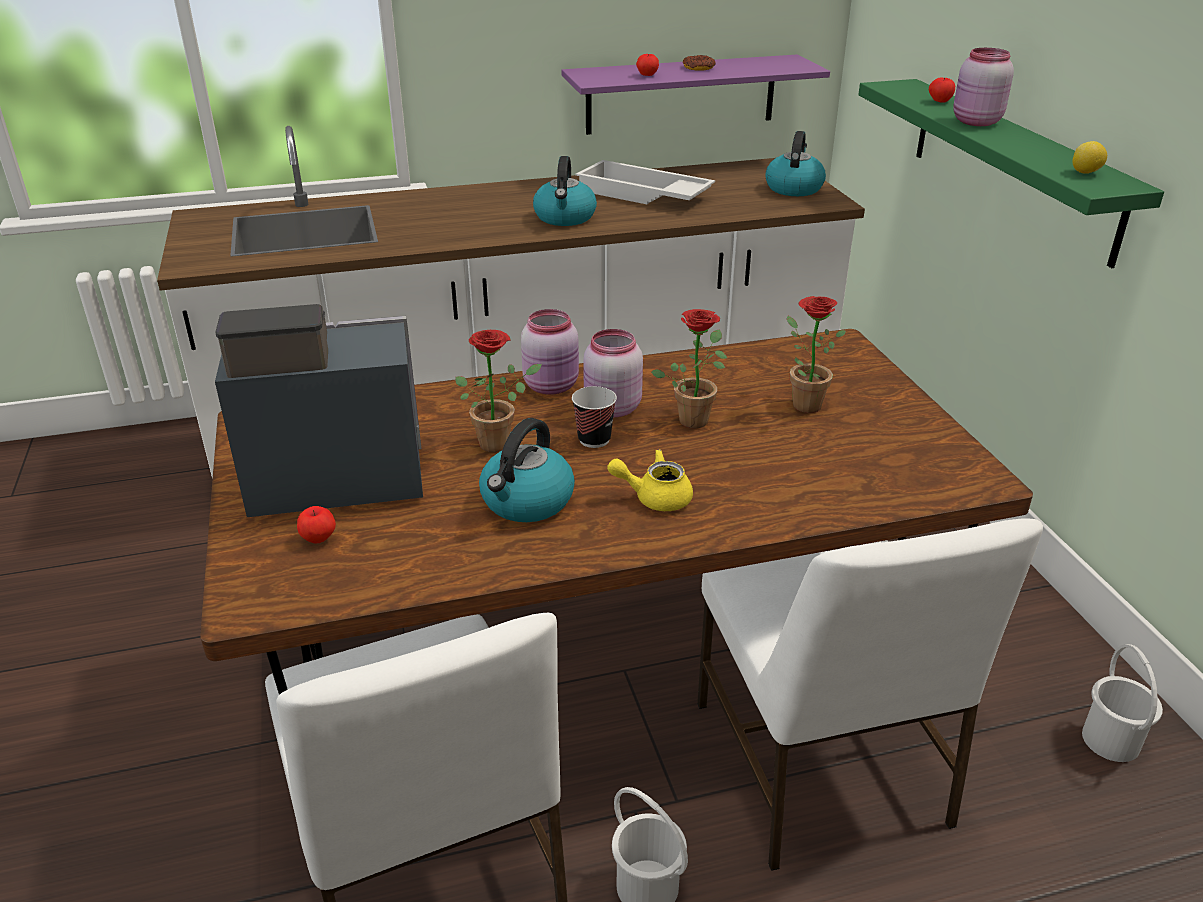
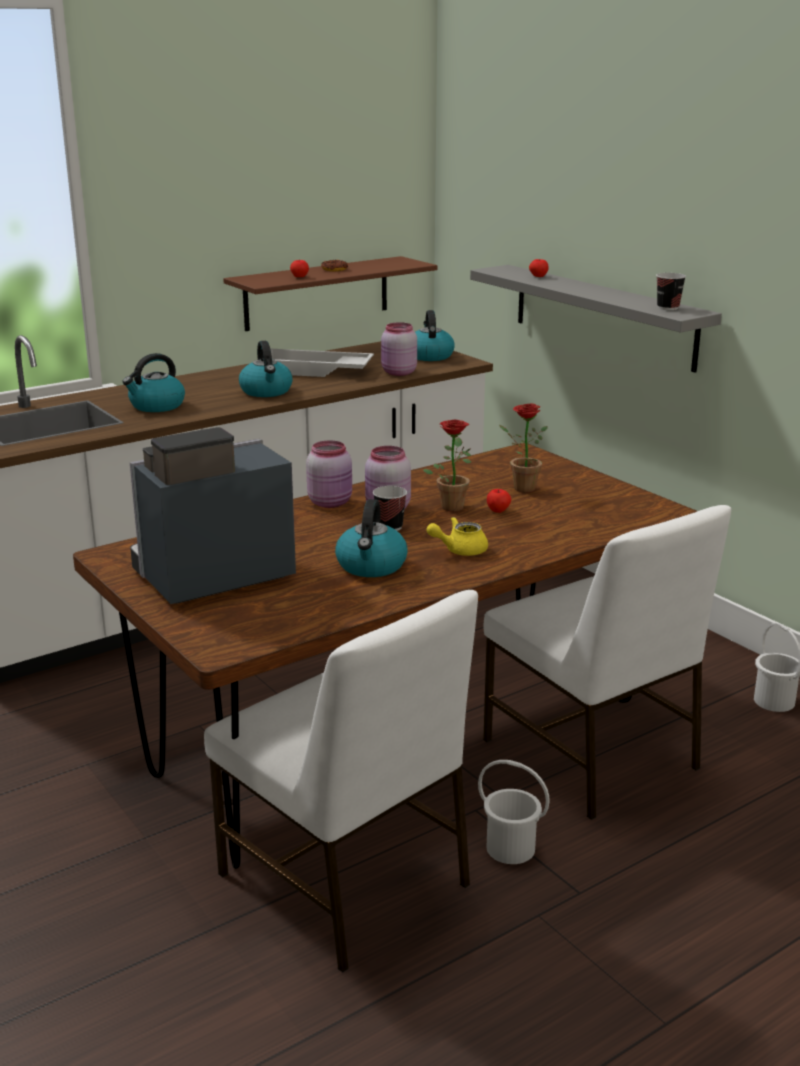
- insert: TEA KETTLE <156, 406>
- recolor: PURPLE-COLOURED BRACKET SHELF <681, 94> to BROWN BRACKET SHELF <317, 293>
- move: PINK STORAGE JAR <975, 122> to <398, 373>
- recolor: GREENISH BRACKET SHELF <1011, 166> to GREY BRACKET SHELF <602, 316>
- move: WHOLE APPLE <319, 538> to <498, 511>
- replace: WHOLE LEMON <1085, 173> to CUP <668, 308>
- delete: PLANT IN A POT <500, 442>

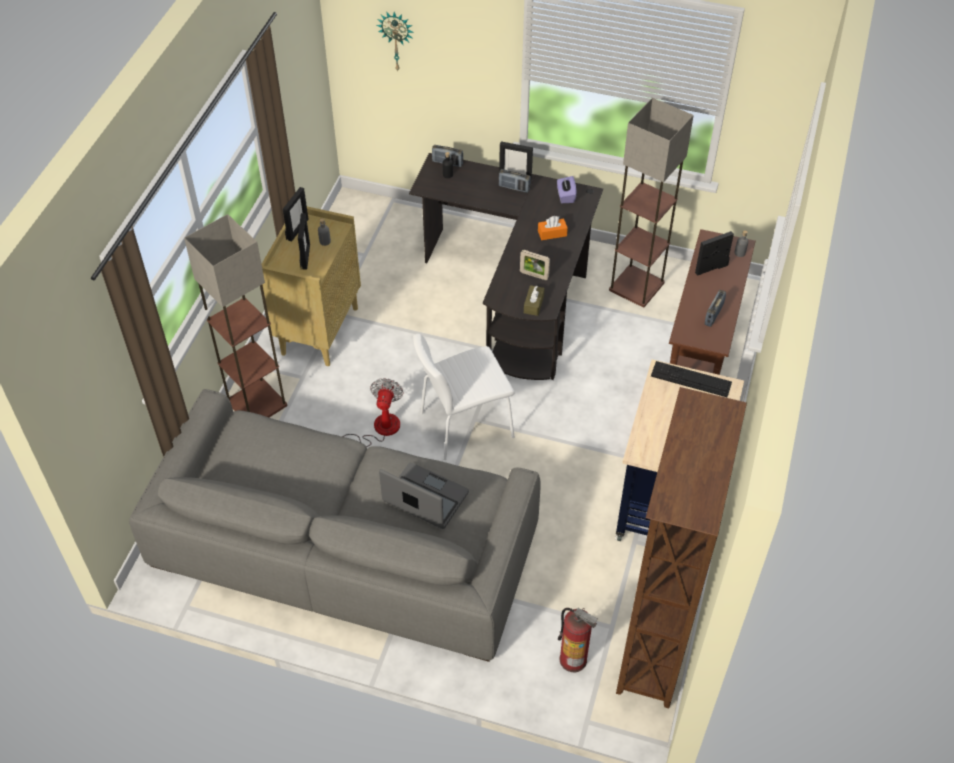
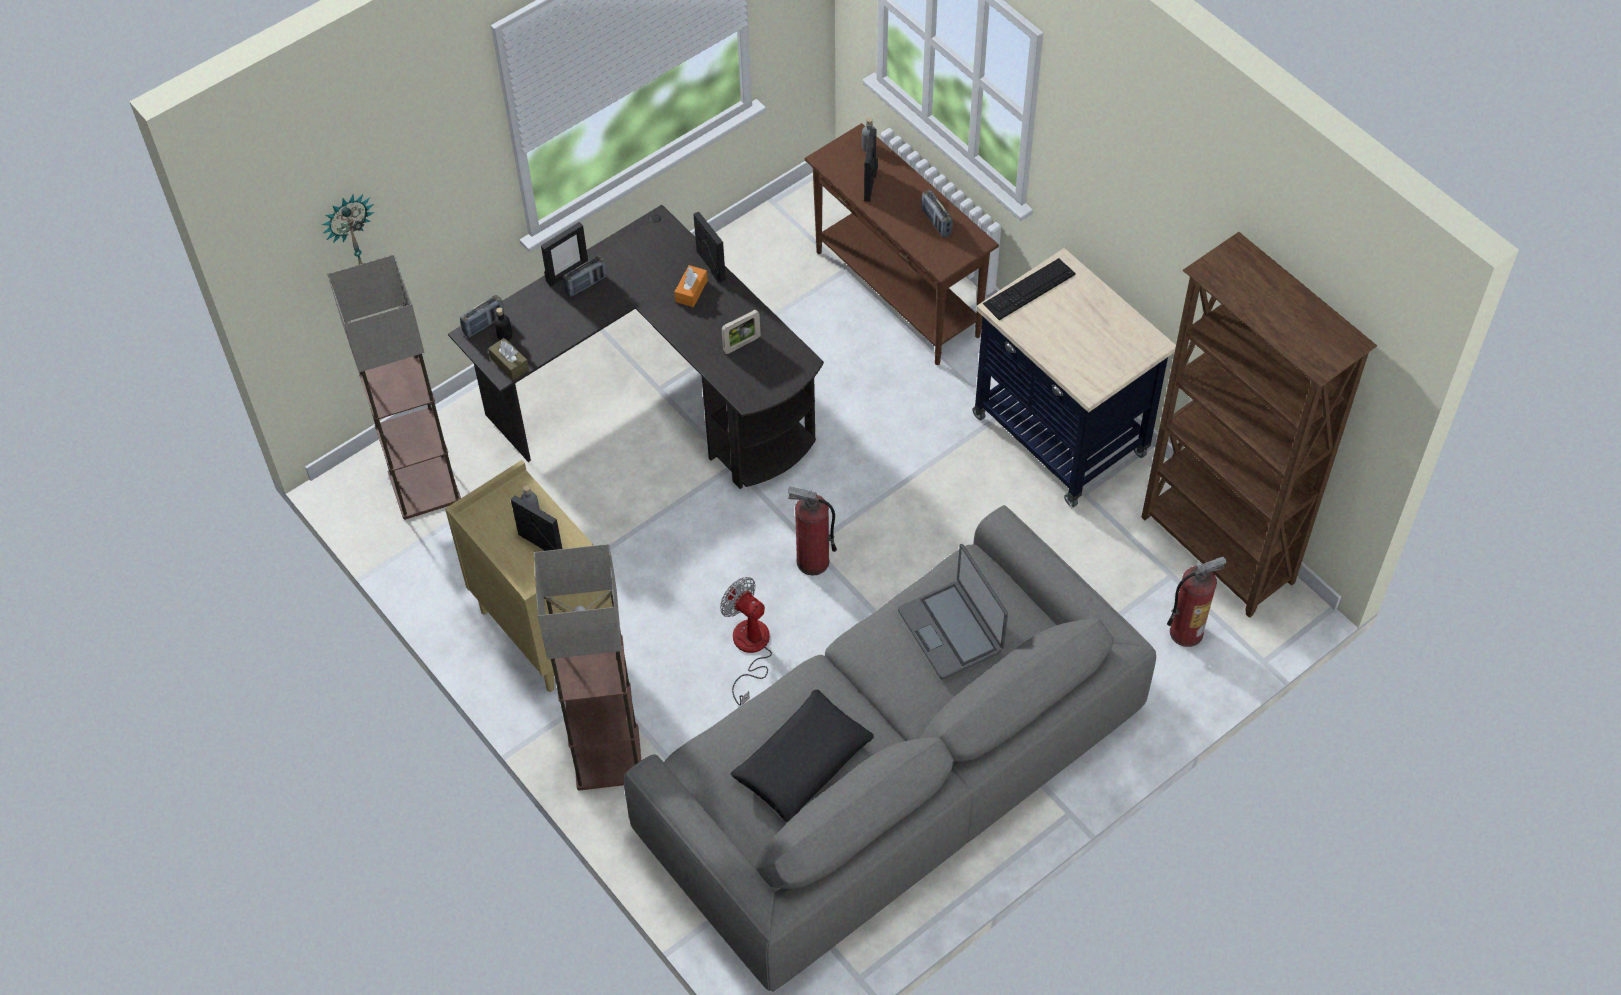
- move: STANDING LAMP <636, 285> to <423, 486>
- move: BROWN TISSUE HOLDER <533, 304> to <509, 364>
- move: STANDING FRAME <297, 229> to <710, 266>
- insert: BLACKISH THROW PILLOW <802, 762>
- replace: WHITE UPRIGHT CHAIR <463, 426> to FIRE EXTINGUISHER <812, 561>
- rotate: NOTEBOOK COMPUTER <425, 498> = <951, 630> 90 degrees counterclockwise
- delete: PURPLE-COLOURED TISSUE HOLDER <565, 196>

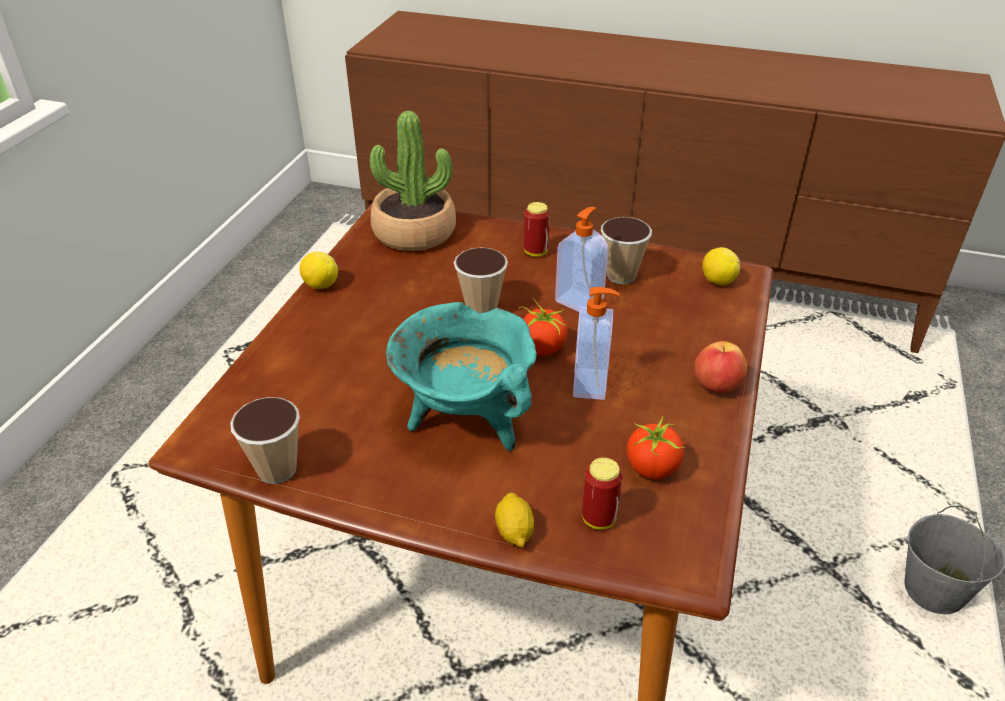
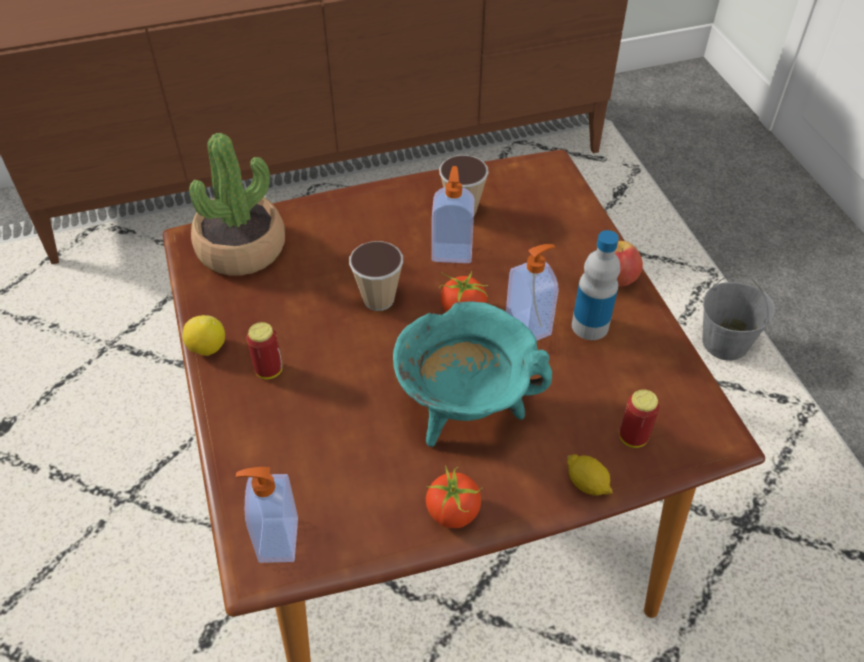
- insert: SOAP DISPENSER <276, 540>
- move: METAL CAN <536, 252> to <269, 370>
- move: FRESH TOMATO <652, 468> to <453, 513>
- insert: DRINK BOTTLE <590, 326>
- delete: CUP <277, 469>
- delete: WHOLE LEMON <717, 281>

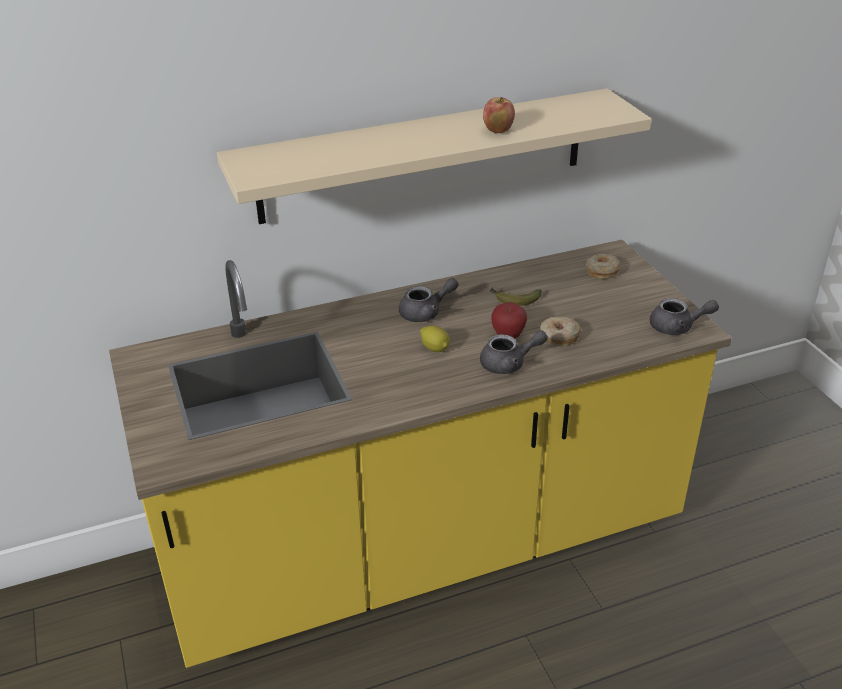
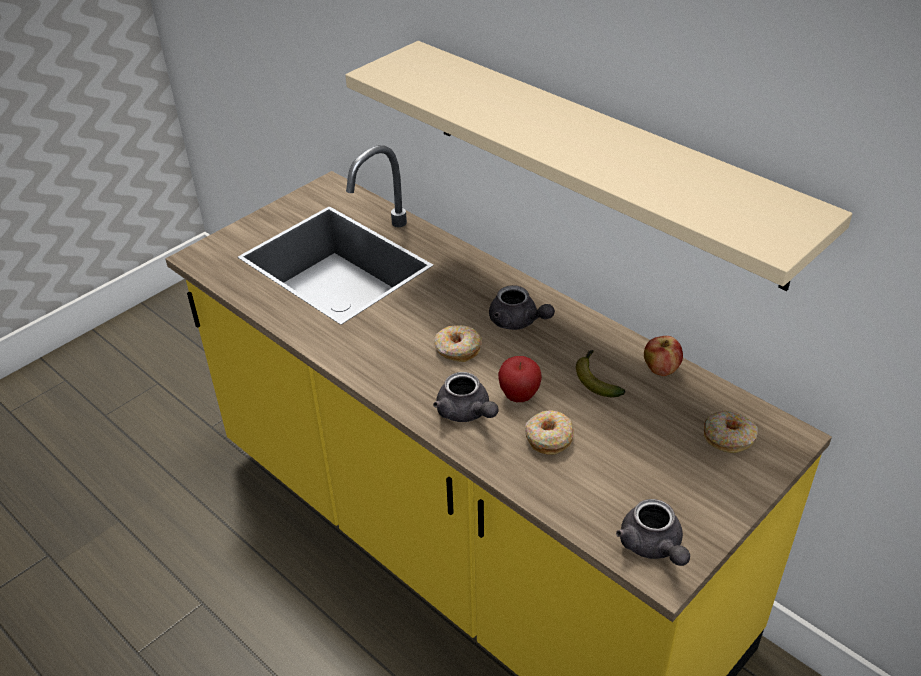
- replace: WHOLE LEMON <435, 348> to RING DOUGHNUT <457, 349>
- move: WHOLE APPLE <497, 131> to <661, 369>

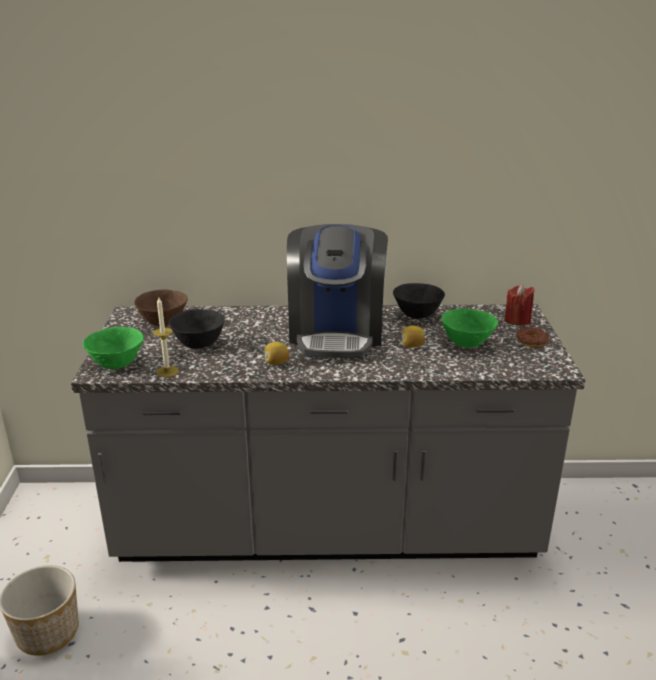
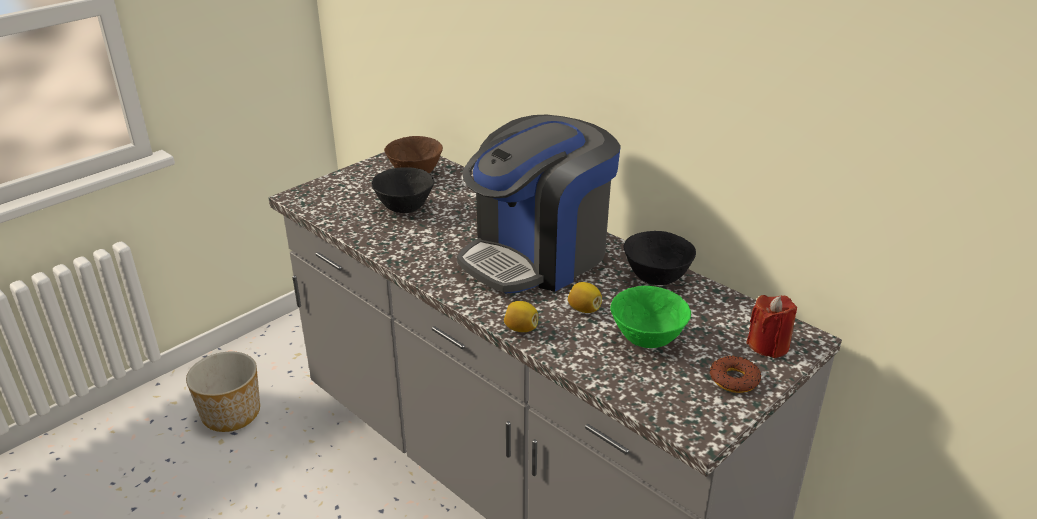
- move: WHOLE LEMON <276, 363> to <521, 328>
- delete: GREENISH DEEP DISH <117, 365>
- delete: CANDLE <167, 371>

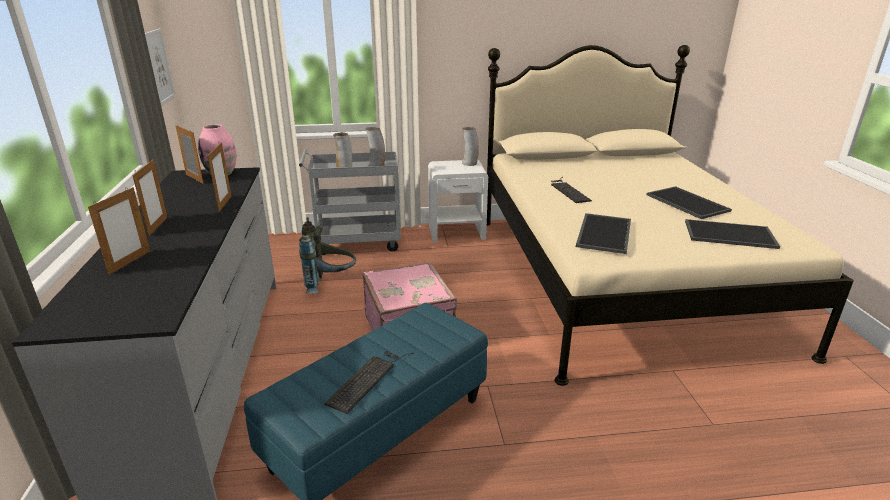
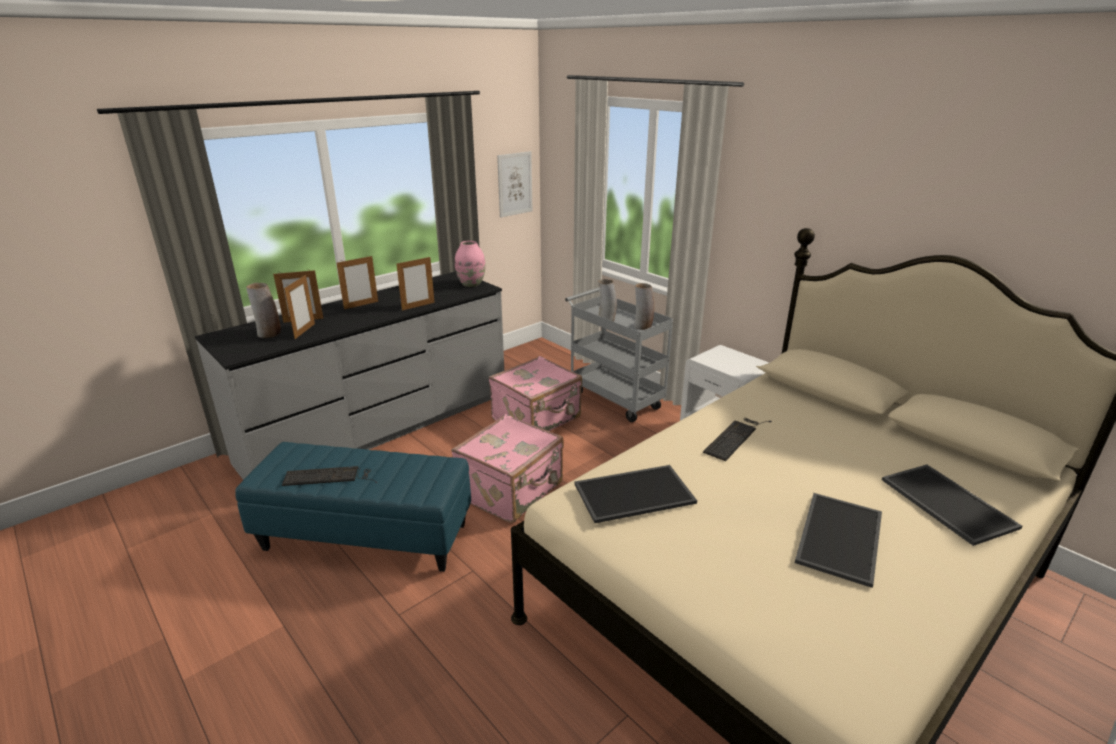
- move: VASE <470, 163> to <269, 334>
- move: STANDING FRAME <194, 179> to <304, 331>
- replace: GREY KNAPSACK <330, 284> to PINK SUITCASE <537, 419>
- move: TRAY <729, 235> to <945, 503>

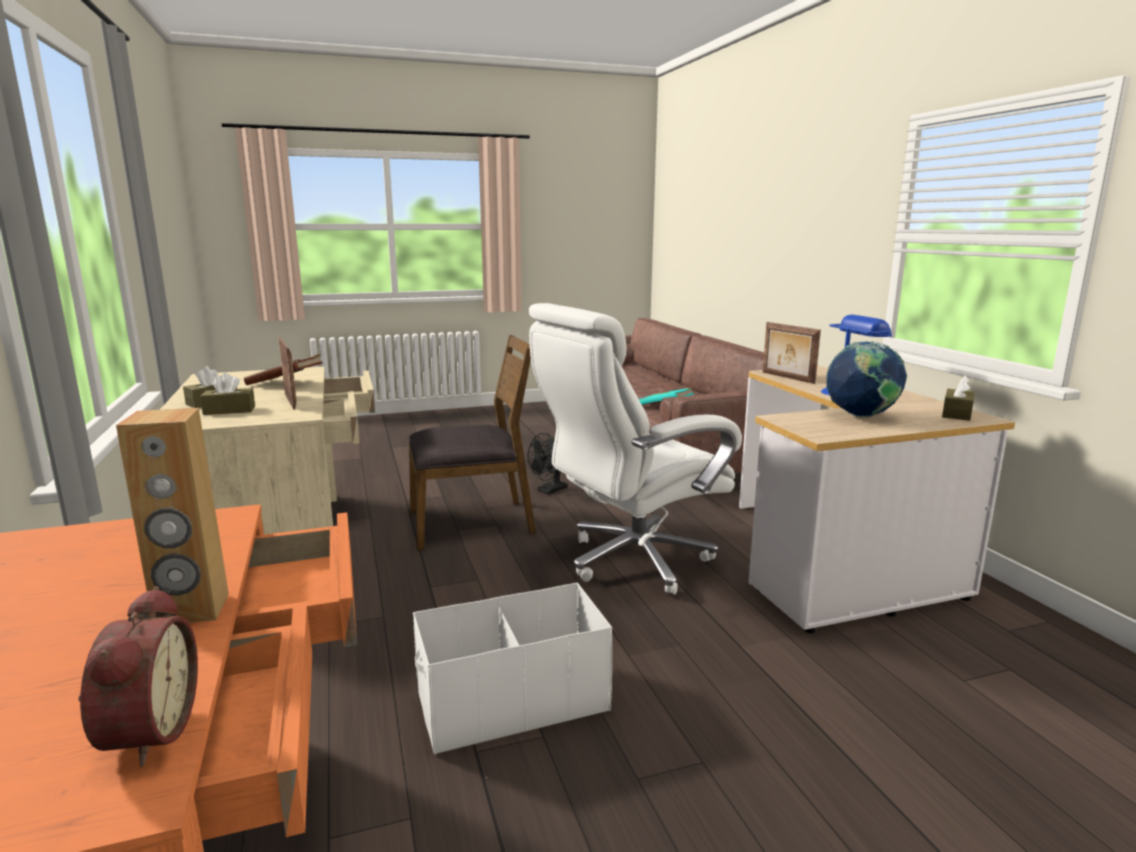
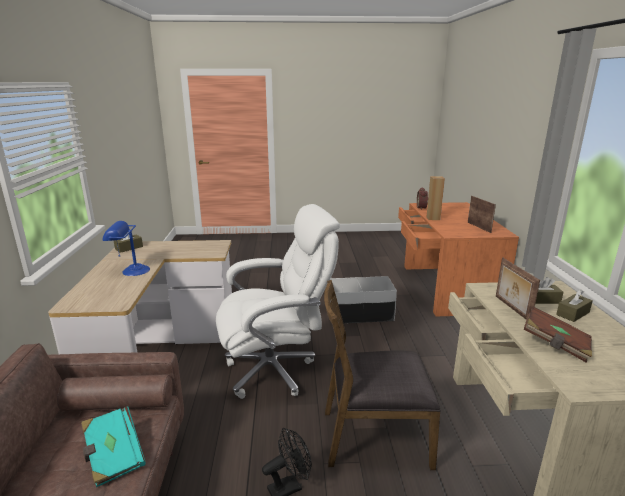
- move: STANDING FRAME <787, 378> to <479, 227>
- delete: DESK GLOBE <861, 416>

